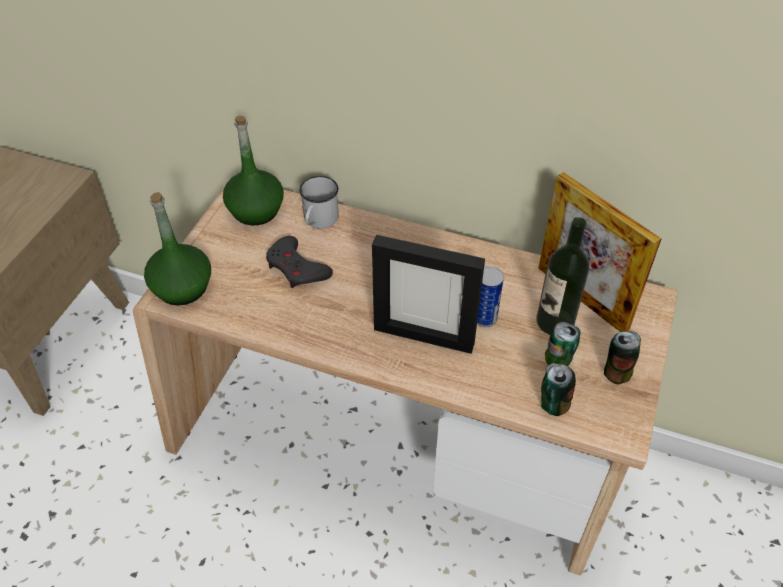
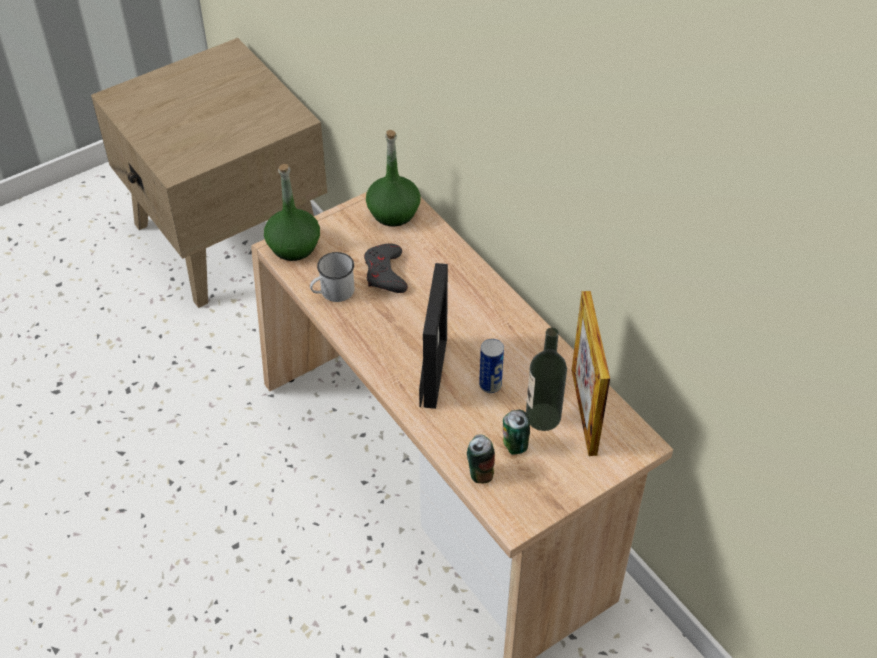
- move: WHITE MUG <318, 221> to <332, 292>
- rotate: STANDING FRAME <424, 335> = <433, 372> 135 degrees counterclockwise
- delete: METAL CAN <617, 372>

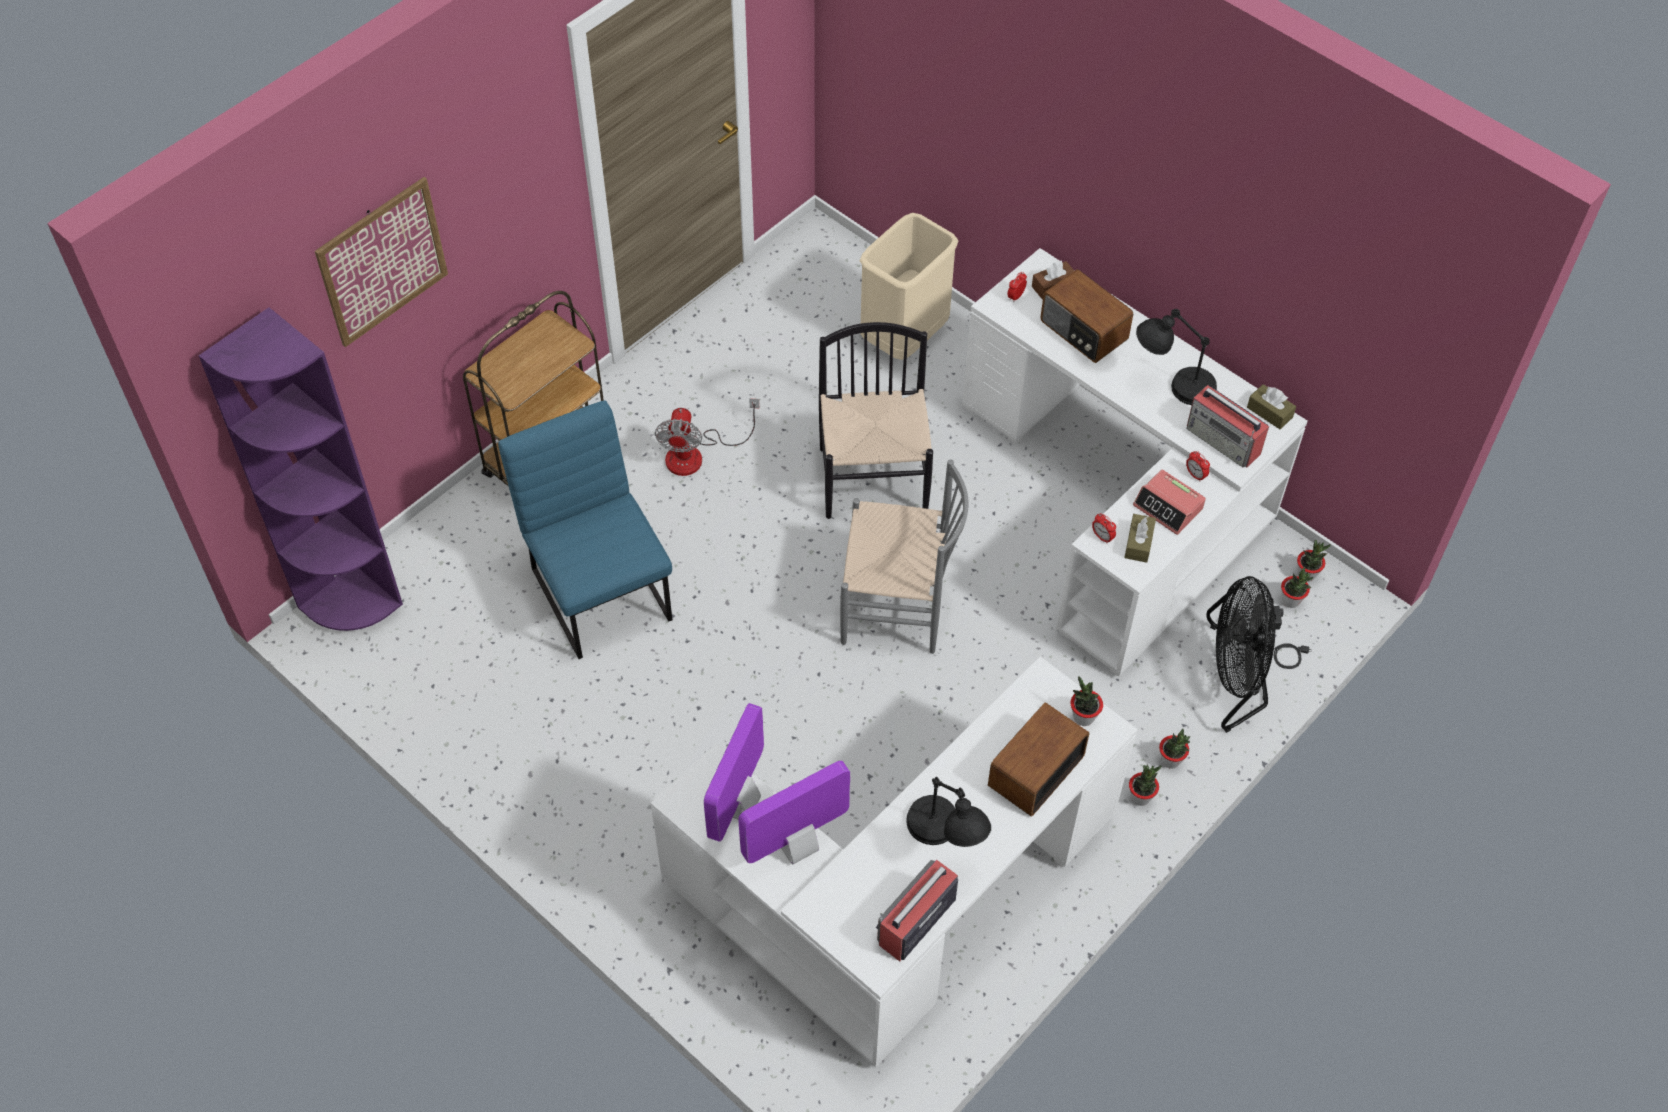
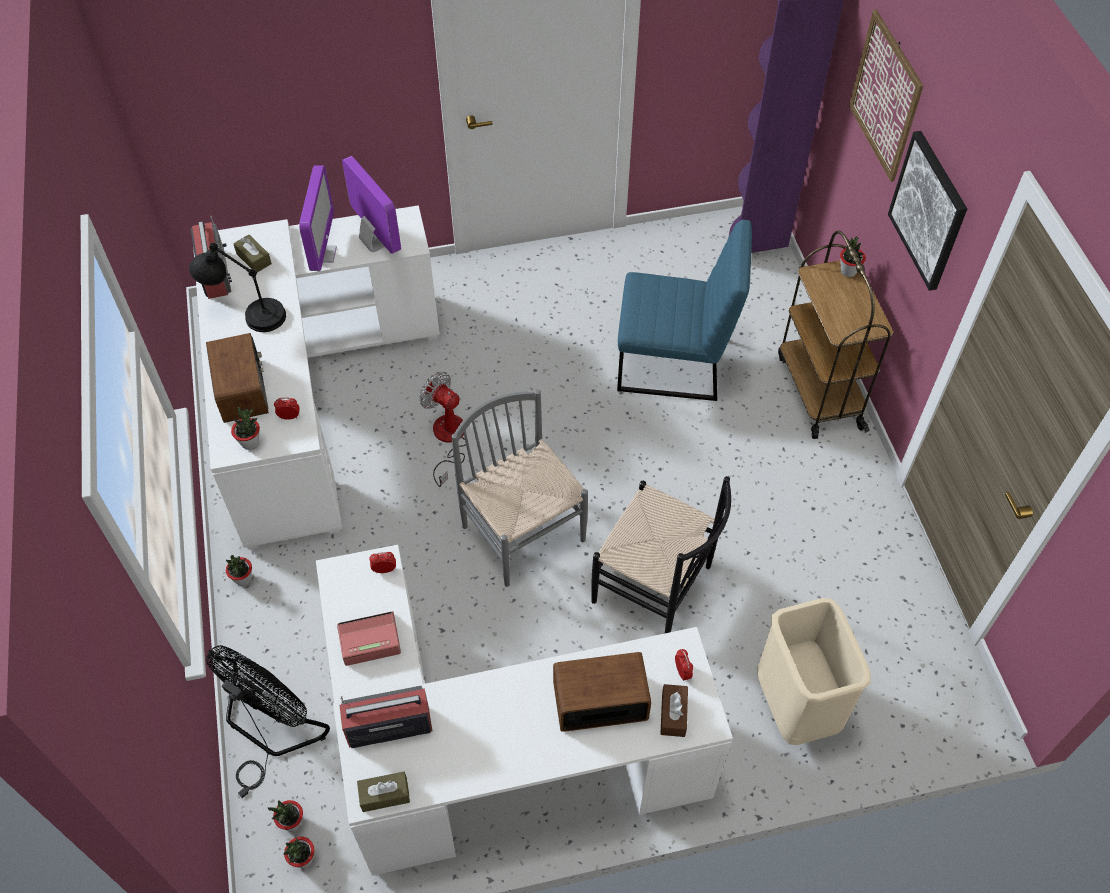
- move: BROWN TISSUE HOLDER <1139, 543> to <254, 259>
- move: TABLE CLOCK <1195, 475> to <289, 417>
- move: ELECTRIC FAN <696, 454> to <448, 439>
- rotate: GREY UPRIGHT CHAIR <899, 606> = <521, 529> 105 degrees clockwise
- move: PLANT IN A POT <1170, 760> to <848, 271>
- insert: WALL PICTURE <928, 211>
- delete: BLACKISH TABLETOP LAMP <1172, 386>

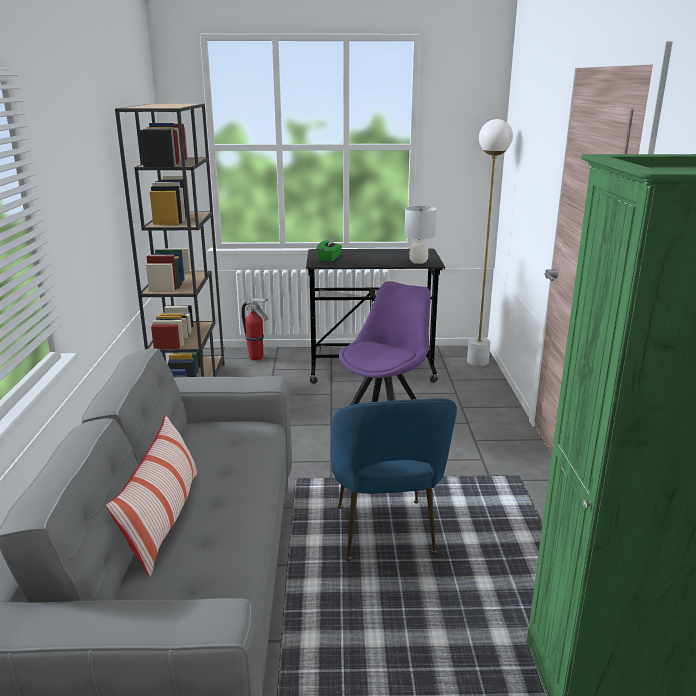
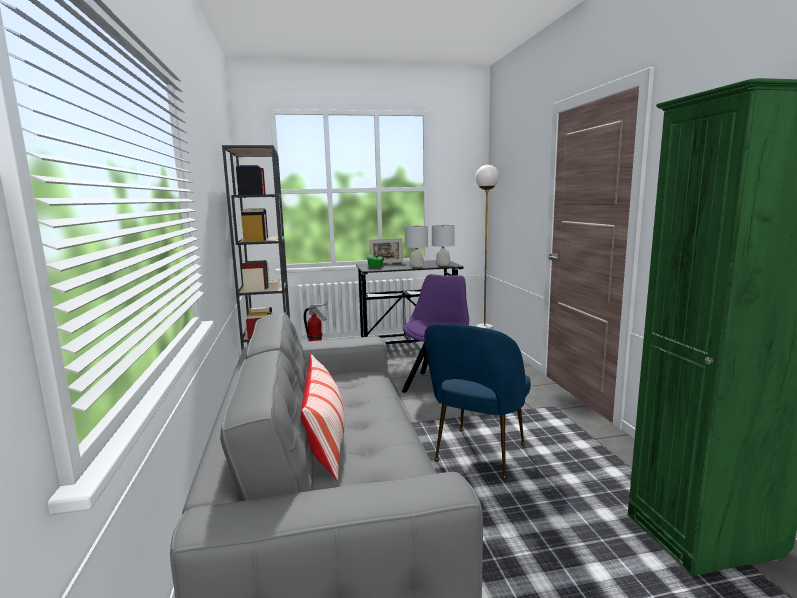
- insert: STANDING FRAME <386, 263>
- insert: GREY TABLETOP LAMP <416, 266>
- rotate: BLUE-COLOURED UPRIGHT CHAIR <385, 536> = <477, 457> 45 degrees clockwise

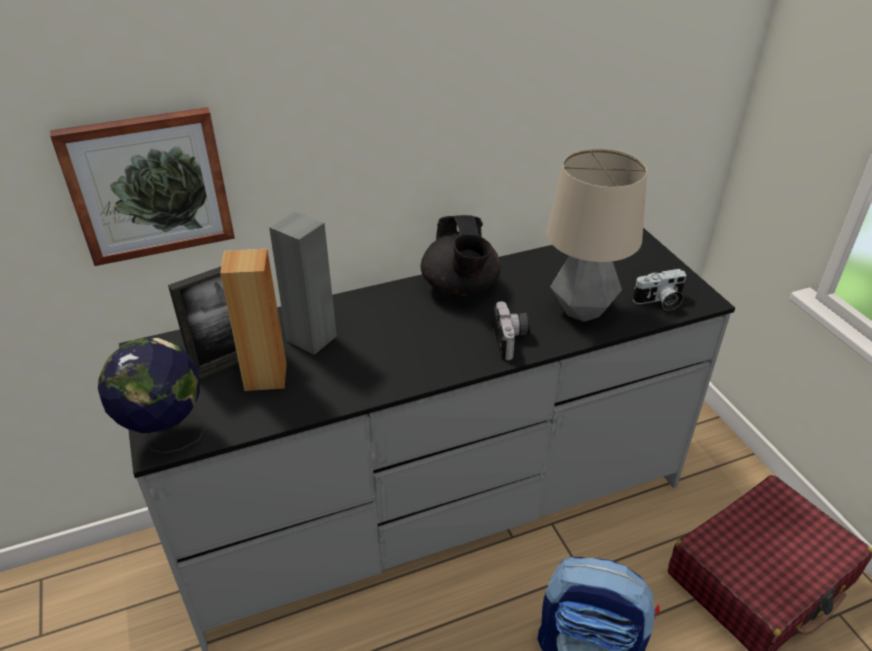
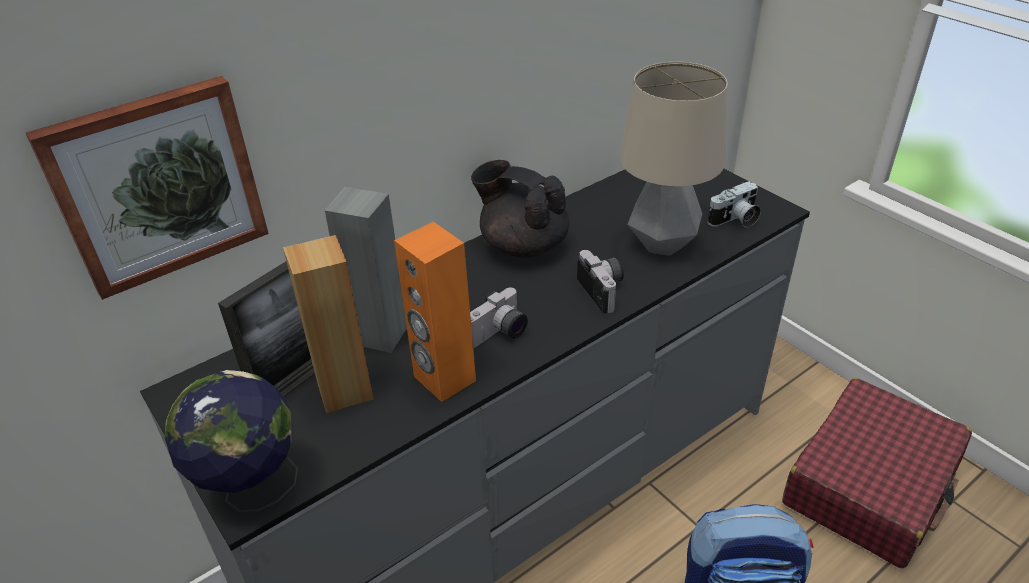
- insert: ORANGE AUDIO SPEAKER <444, 379>
- insert: STILL CAMERA <499, 334>
- rotate: BLACKISH POT FOR TEA <460, 288> = <523, 245> 150 degrees clockwise

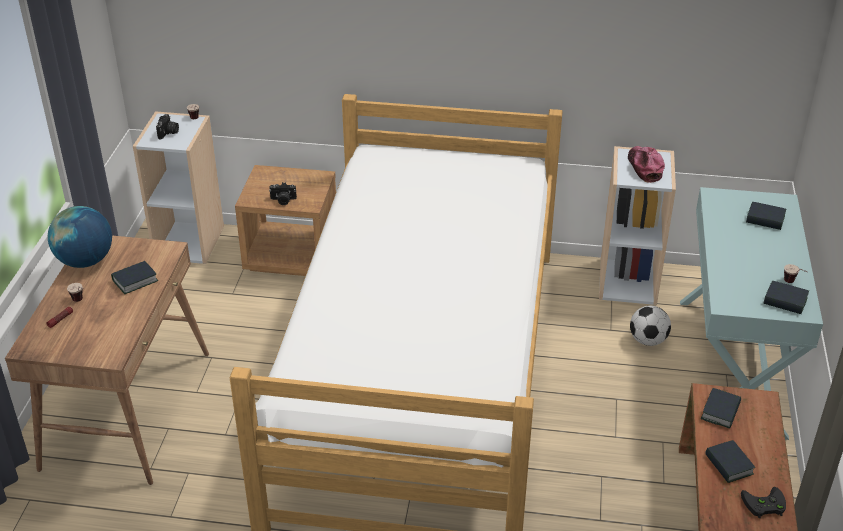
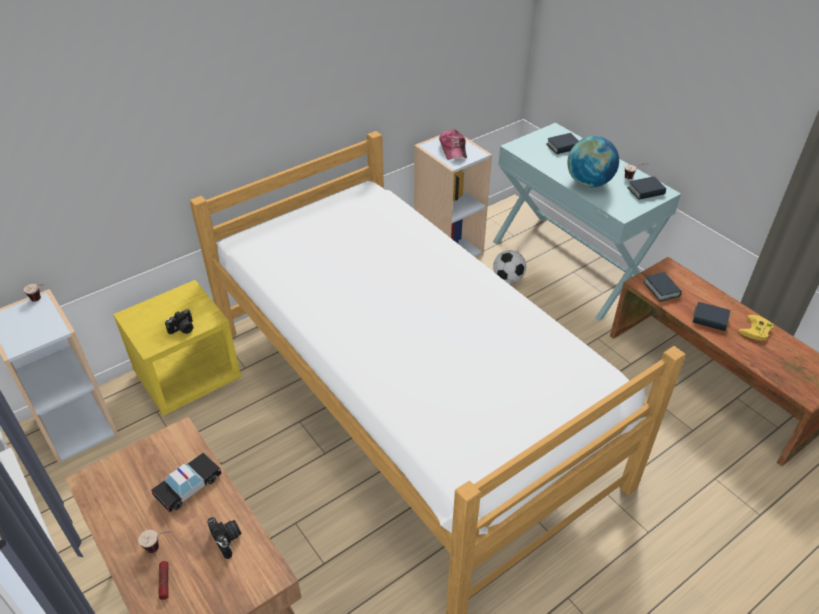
- recolor: BROWN BEDSIDE TABLE <292, 255> to YELLOWISH BEDSIDE TABLE <188, 376>
- replace: VOLUME <135, 281> to MODEL CAR <188, 486>
- move: STILL CAMERA <168, 133> to <227, 540>
- rotate: PEAKED CAP <644, 167> = <453, 149> 135 degrees counterclockwise
- move: DESK GLOBE <85, 261> to <589, 183>
- recolor: BLACKISH GAMEPAD <763, 505> to YELLOWISH GAMEPAD <756, 331>

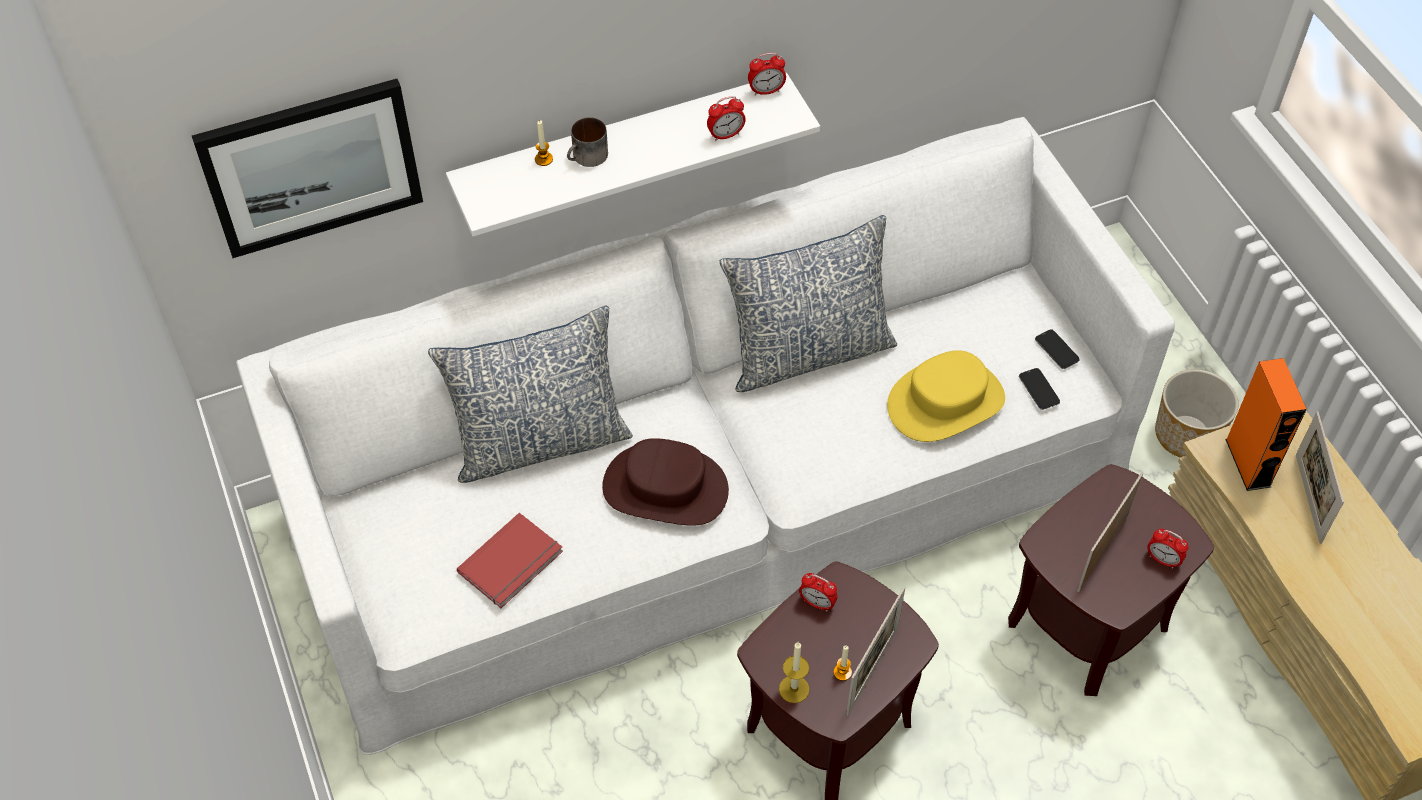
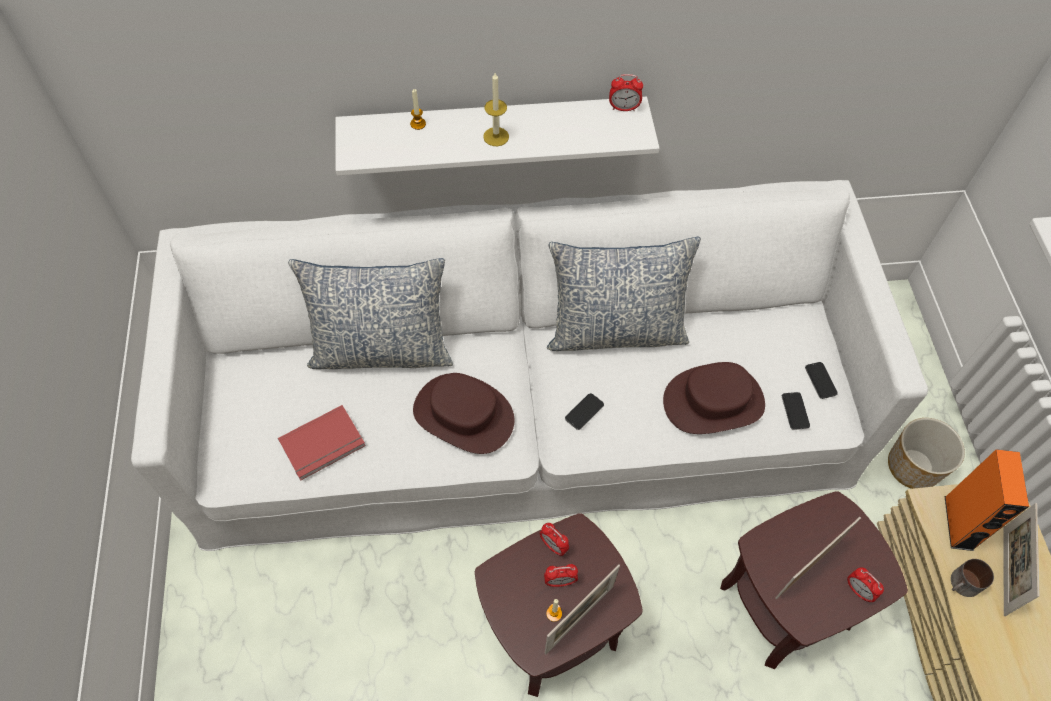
- move: CANDLE <794, 689> to <496, 136>
- move: TABLE CLOCK <725, 135> to <560, 581>
- insert: TELEPHONE <584, 412>
- recolor: YELLOWISH CLOTHING HAT <945, 401> to BROWN CLOTHING HAT <713, 401>
- move: MUG <587, 157> to <963, 585>
- delete: WALL PICTURE <311, 166>

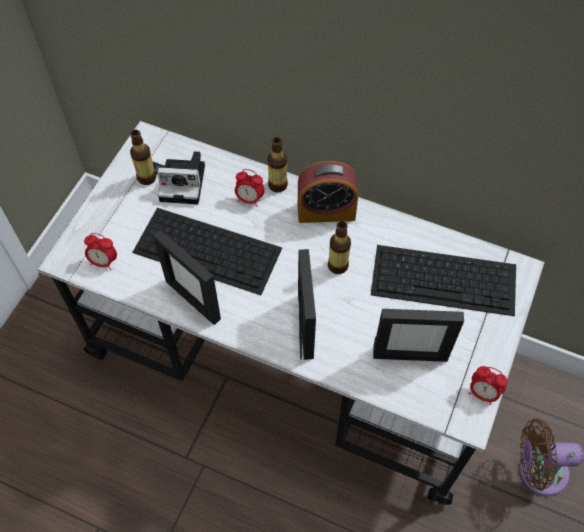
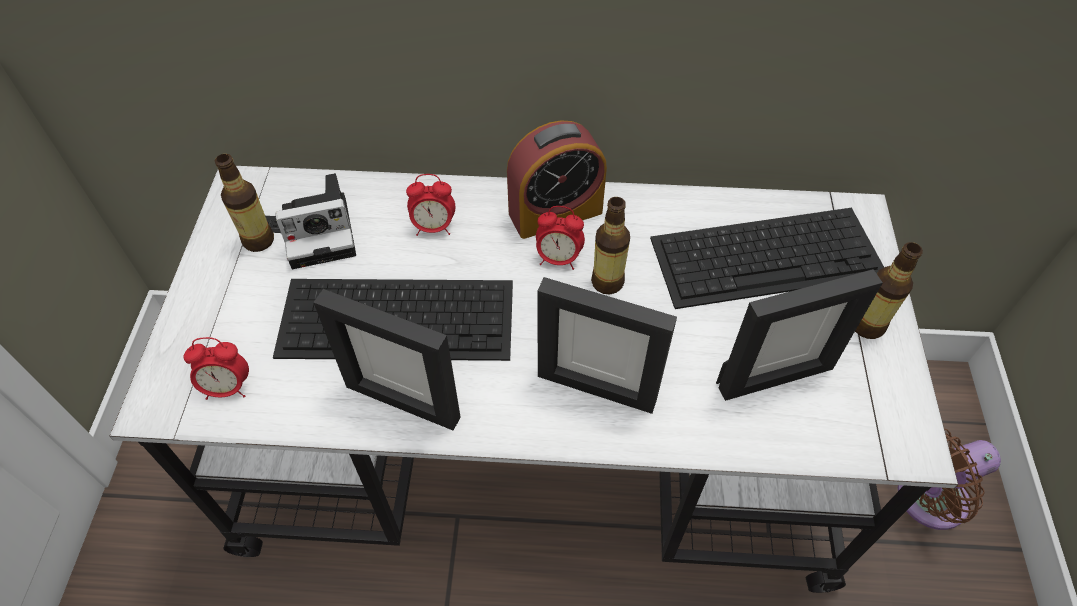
- move: TABLE CLOCK <483, 393> to <558, 259>
- rotate: STANDING FRAME <303, 326> = <597, 386> 135 degrees clockwise
- move: DRINK BOTTLE <278, 185> to <867, 325>

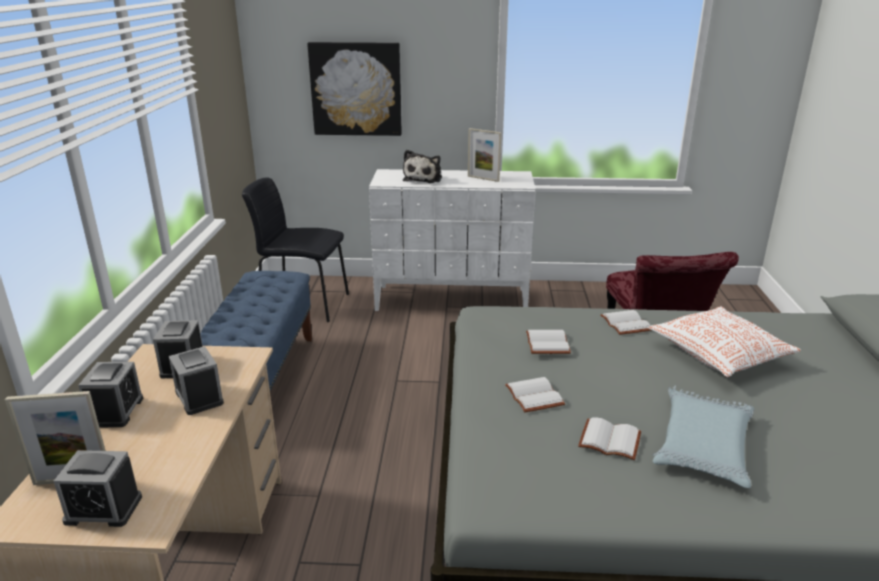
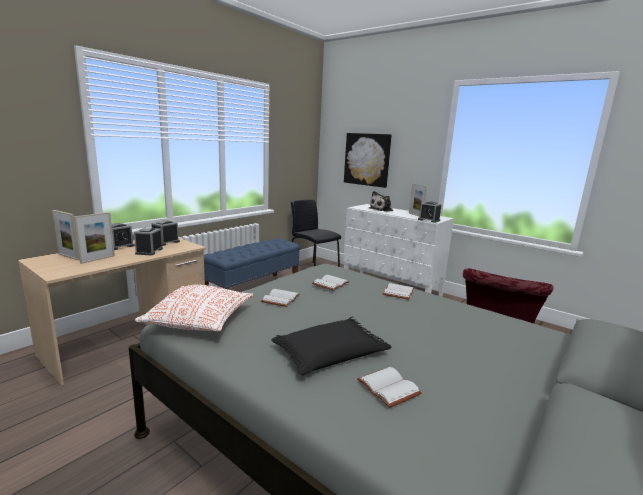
- insert: STANDING FRAME <98, 259>
- move: WHITE THROW PILLOW <719, 355> to <199, 320>
- recolor: BLUE-COLOURED THROW PILLOW <703, 443> to BLACKISH THROW PILLOW <330, 351>
- move: WHITE VOLUME <608, 441> to <386, 388>
- move: TABLE CLOCK <103, 509> to <428, 220>

